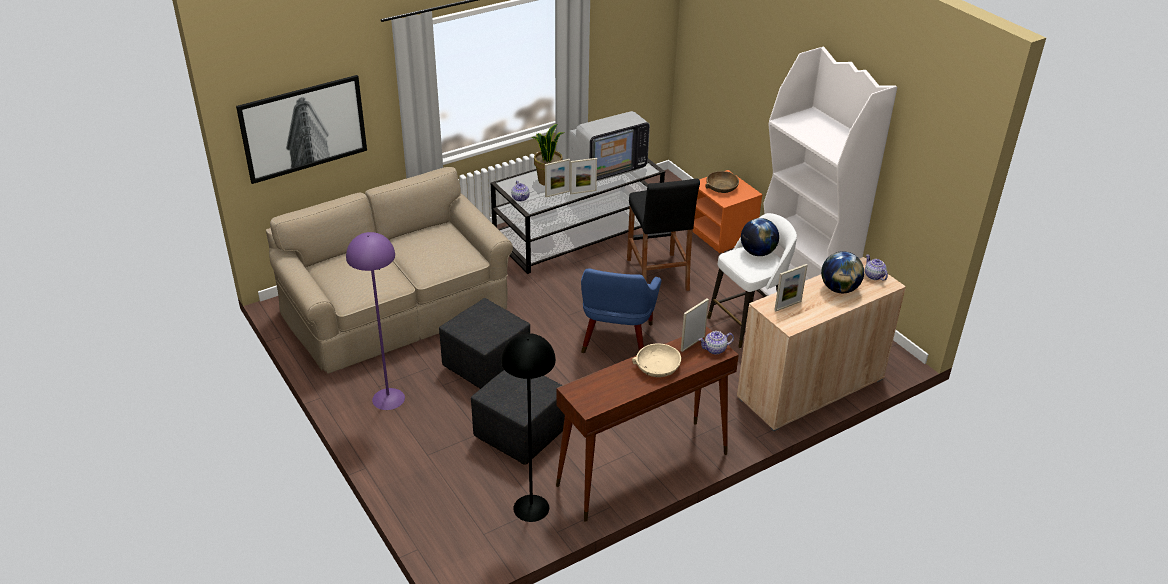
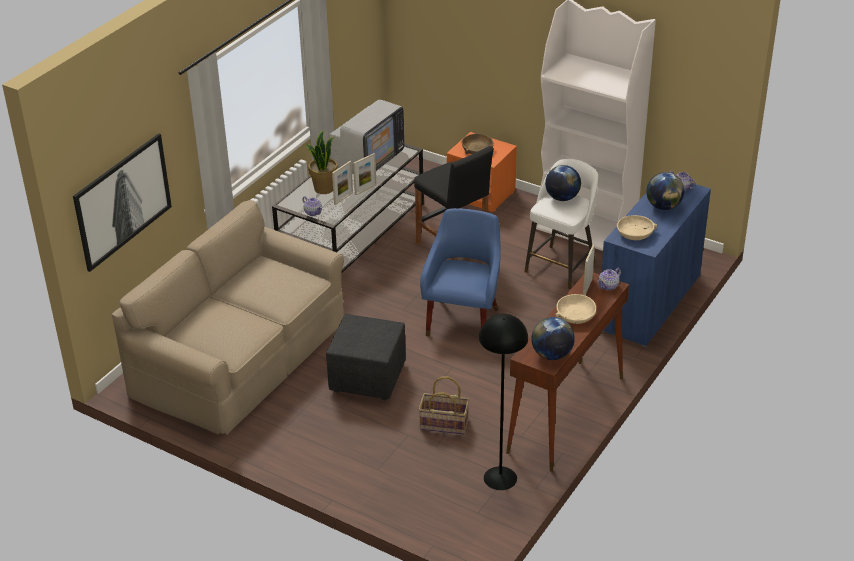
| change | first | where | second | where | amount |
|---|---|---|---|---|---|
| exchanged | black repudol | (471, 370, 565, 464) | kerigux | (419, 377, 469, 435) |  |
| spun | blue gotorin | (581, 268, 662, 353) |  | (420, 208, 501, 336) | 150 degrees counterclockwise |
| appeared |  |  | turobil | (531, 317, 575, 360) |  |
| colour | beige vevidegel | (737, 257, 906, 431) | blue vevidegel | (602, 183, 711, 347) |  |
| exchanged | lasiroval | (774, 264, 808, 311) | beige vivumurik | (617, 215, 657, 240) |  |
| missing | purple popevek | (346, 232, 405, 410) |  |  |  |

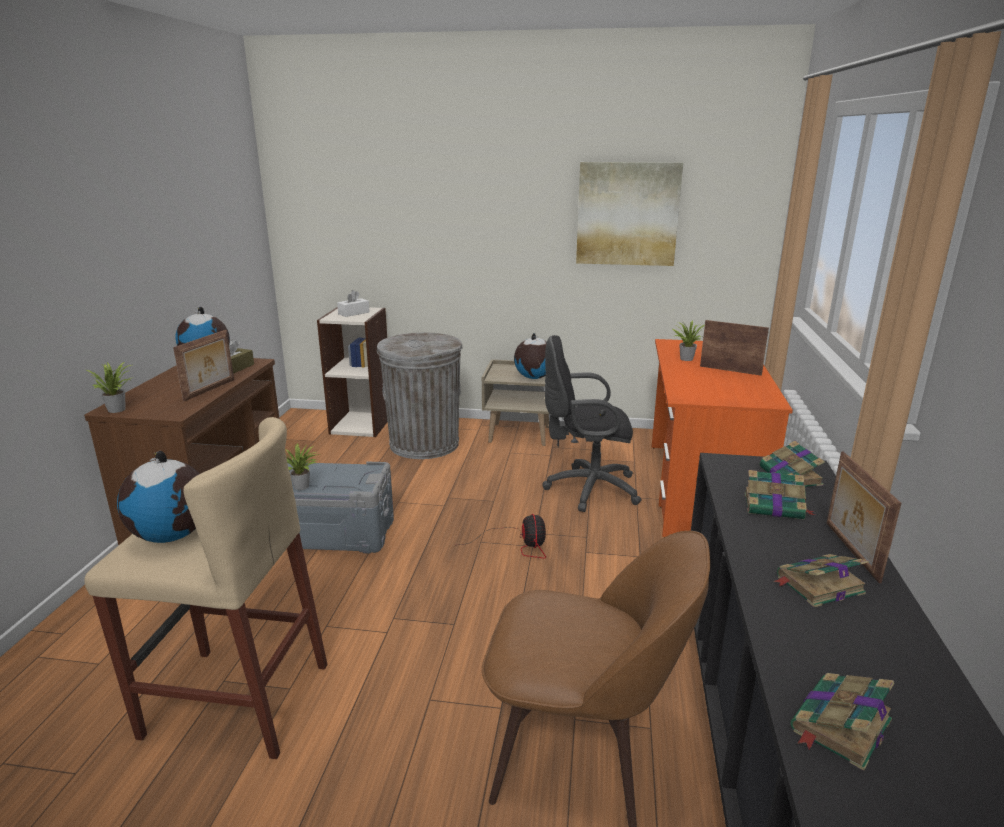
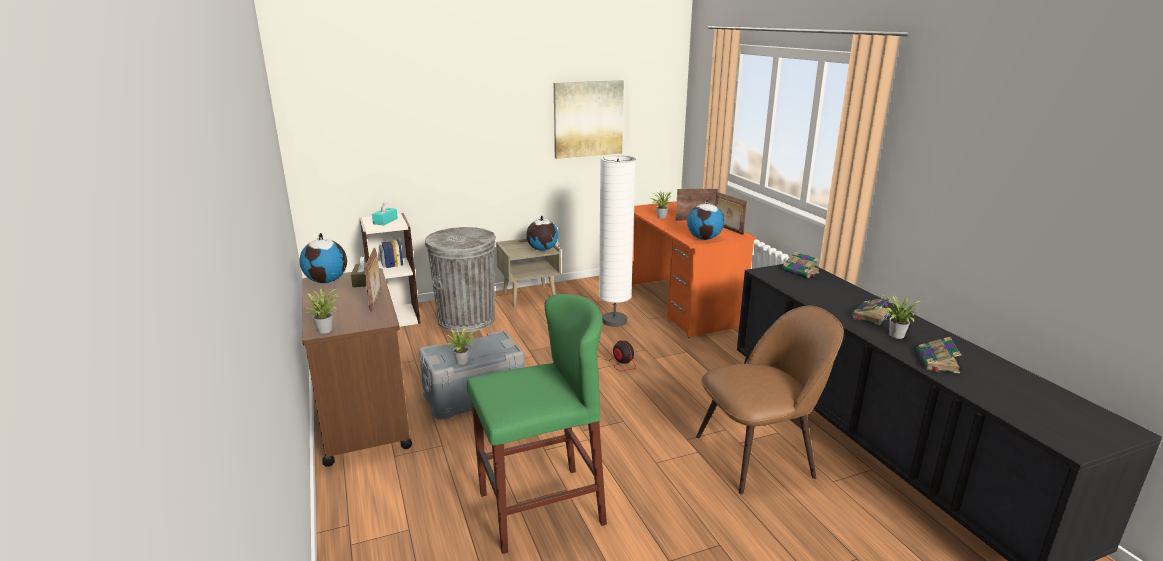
| change | first | where | second | where | amount |
|---|---|---|---|---|---|
| colour | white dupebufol | (337, 290, 370, 317) | turquoise dupebufol | (372, 201, 398, 225) |  |
| colour | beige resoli | (84, 417, 328, 759) | green resoli | (467, 294, 607, 554) |  |
| exchanged | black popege | (543, 335, 642, 512) | white popevek | (599, 155, 636, 327) |  |
| relocated | turobil | (117, 451, 200, 543) |  | (687, 199, 724, 240) |  |
| relocated | lasiroval | (827, 451, 901, 583) |  | (715, 192, 747, 235) |  |
| appeared |  |  | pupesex | (881, 294, 920, 339) |  |
| missing | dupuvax | (744, 470, 815, 520) |  |  |  |

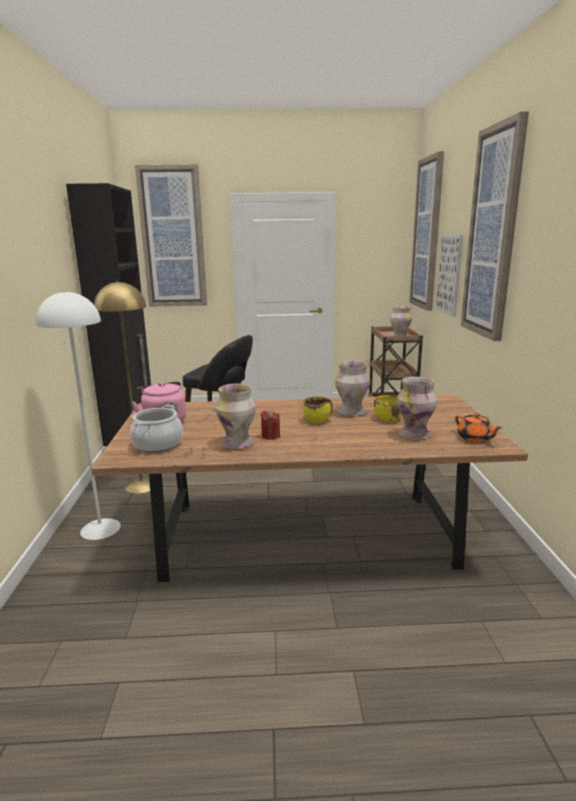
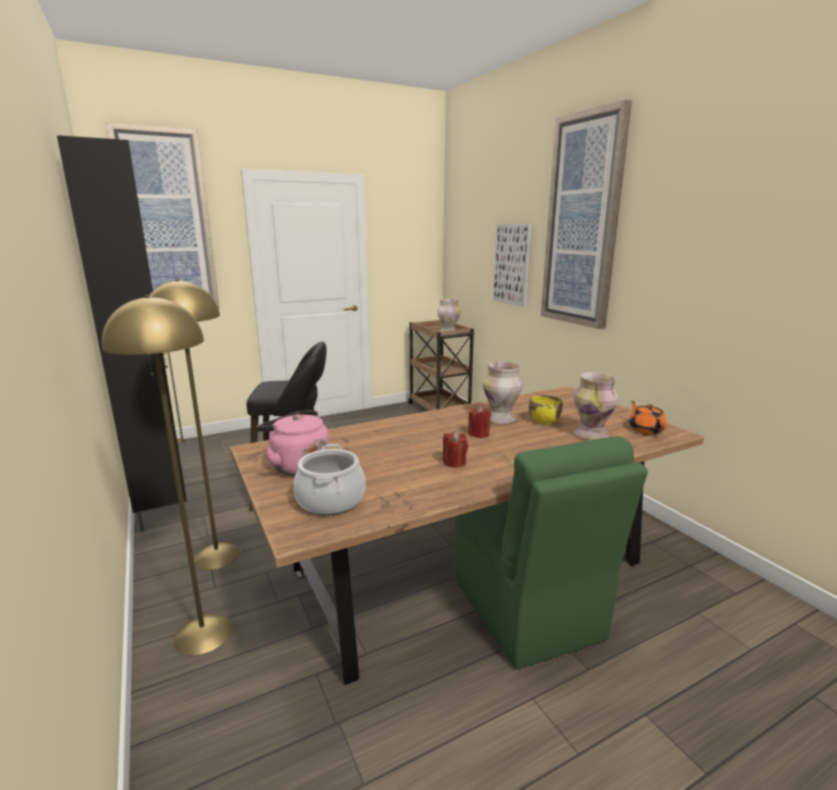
| change | first | where | second | where | amount |
|---|---|---|---|---|---|
| colour | white popevek | (36, 290, 121, 540) | yellow popevek | (102, 295, 232, 656) |  |
| appeared |  |  | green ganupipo | (454, 436, 648, 669) |  |
| exchanged | yellow vivumurik | (302, 397, 333, 423) | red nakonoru | (468, 406, 491, 438) |  |
| spun | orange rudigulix | (455, 413, 502, 443) |  | (629, 401, 667, 434) | 135 degrees counterclockwise |
| missing | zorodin | (215, 384, 256, 449) |  |  |  |
| missing | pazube | (410, 151, 444, 311) |  |  |  |

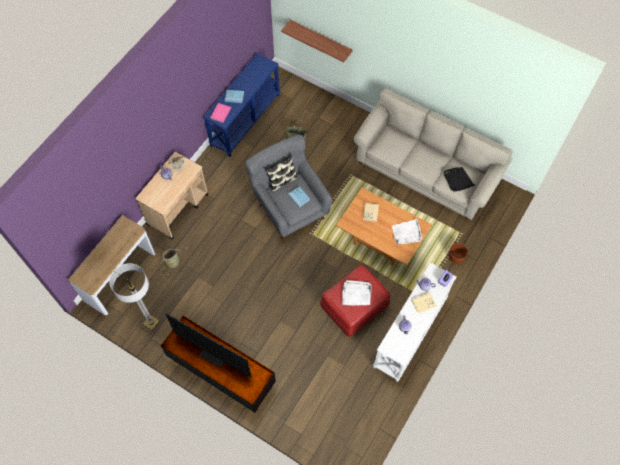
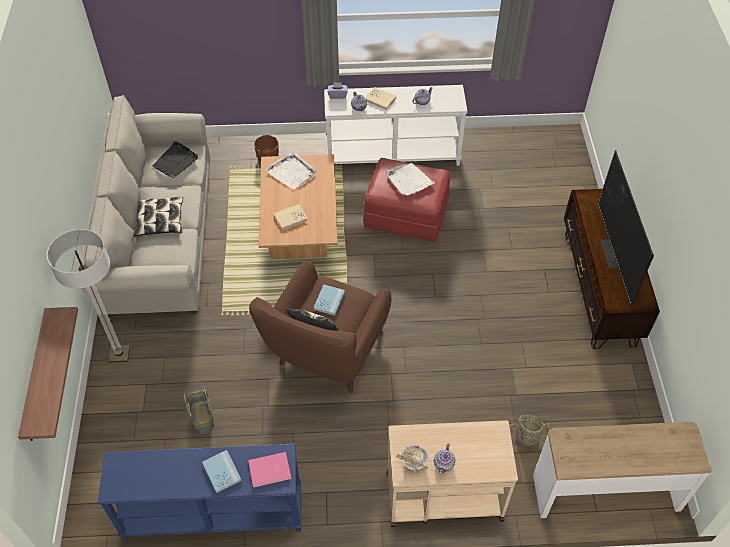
| change | first | where | second | where | amount |
|---|---|---|---|---|---|
| relocated | popevek | (109, 263, 160, 331) |  | (47, 229, 130, 362) |  |
| appeared |  |  | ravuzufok | (133, 196, 183, 237) |  |
| colour | grey gotorin | (245, 134, 332, 241) | brown gotorin | (249, 260, 391, 393) |  |

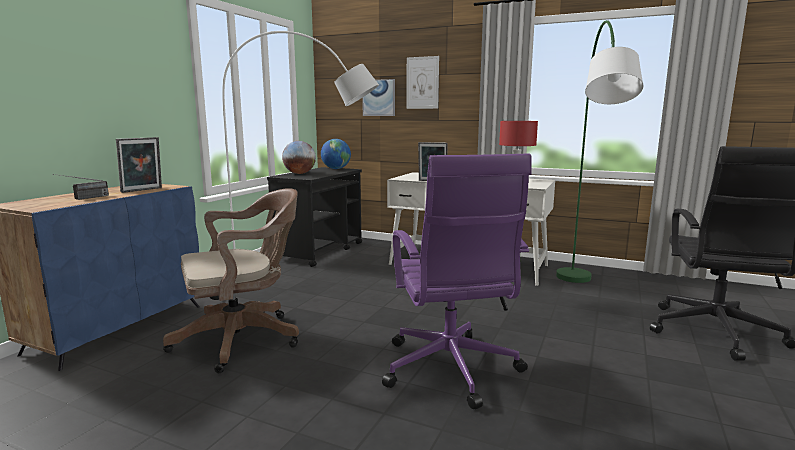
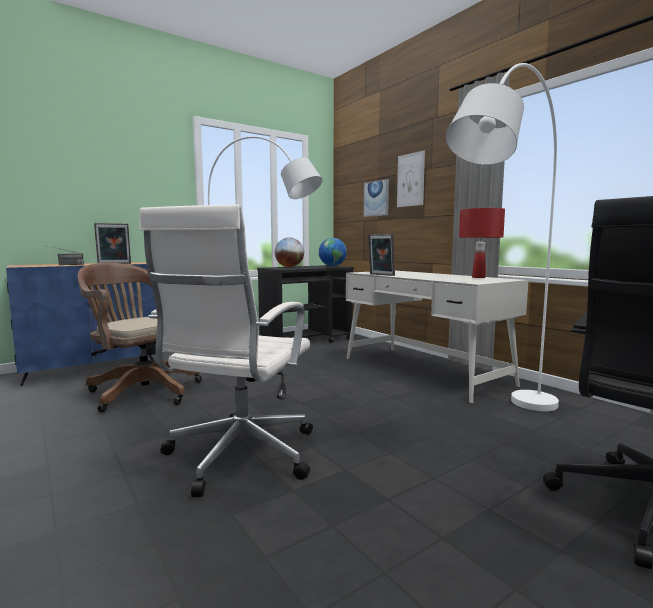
| change | first | where | second | where | amount |
|---|---|---|---|---|---|
| spun | brown popege | (163, 188, 299, 373) |  | (77, 263, 202, 413) | 150 degrees counterclockwise |
| colour | purple popege | (382, 154, 532, 409) | white popege | (139, 204, 313, 497) |  |
| colour | green popevek | (556, 20, 643, 283) | white popevek | (446, 63, 559, 411) |  |

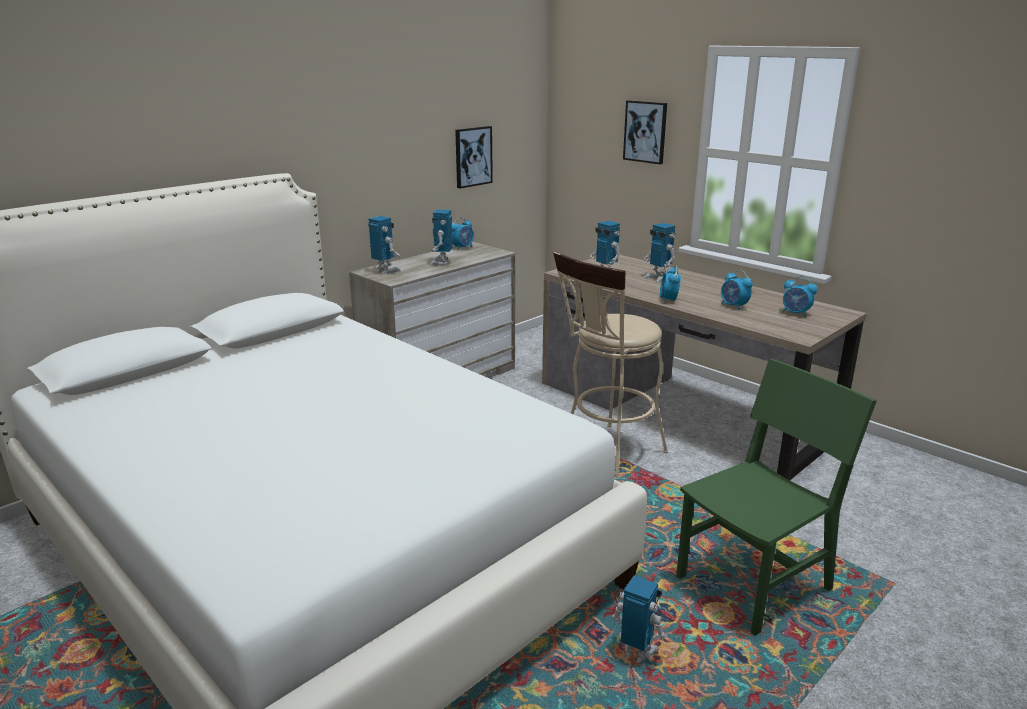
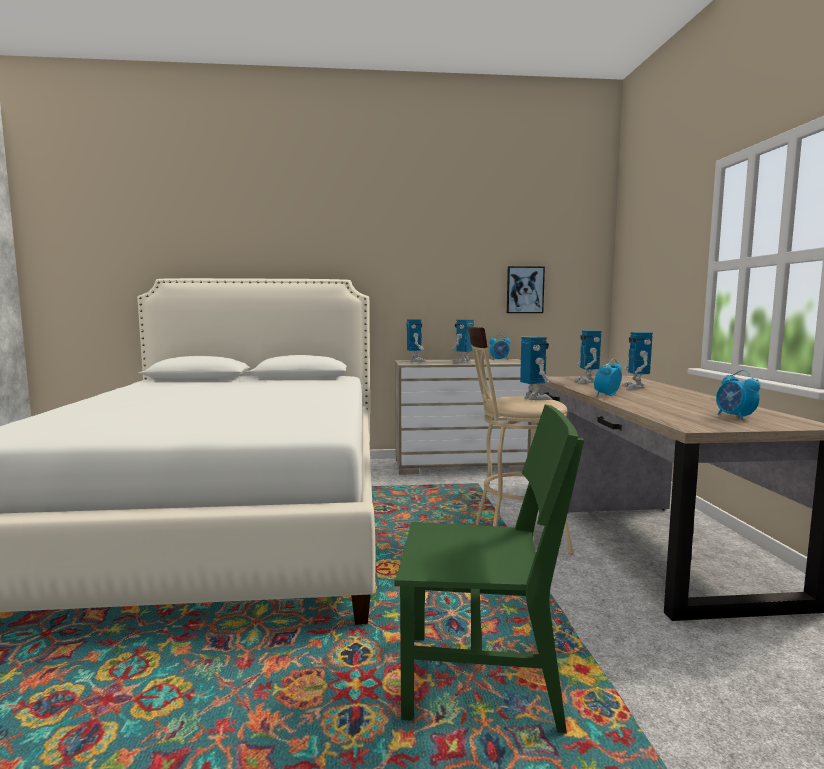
| change | first | where | second | where | amount |
|---|---|---|---|---|---|
| relocated | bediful | (612, 575, 667, 663) |  | (520, 337, 552, 400) |  |
| missing | pazube | (623, 100, 667, 164) |  |  |  |
| missing | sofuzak | (721, 270, 753, 310) |  |  |  |

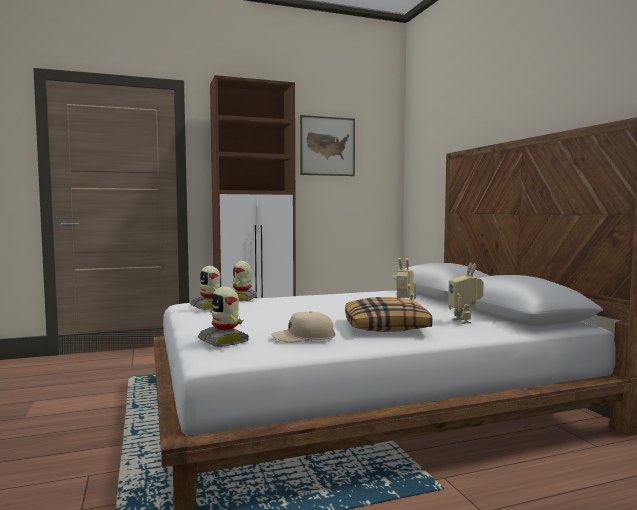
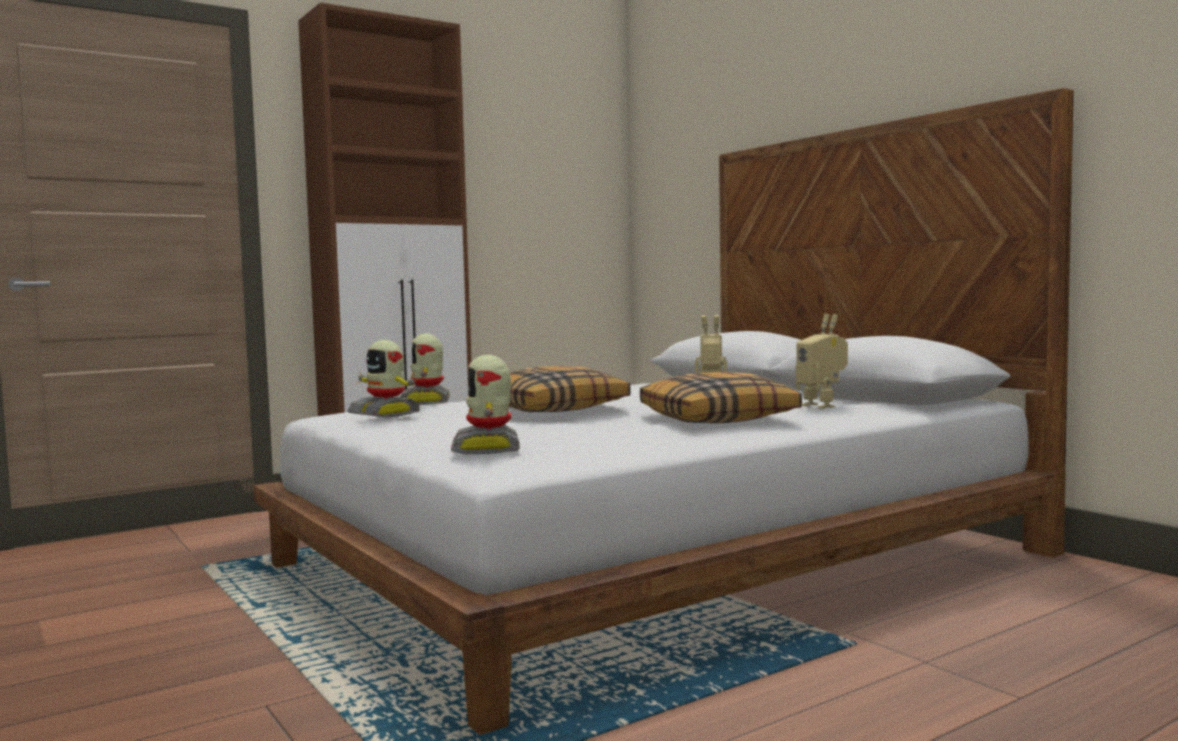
| change | first | where | second | where | amount |
|---|---|---|---|---|---|
| spun | bediful | (198, 286, 249, 347) |  | (451, 355, 520, 454) | 45 degrees clockwise |
| appeared |  |  | ravuzufok | (509, 366, 631, 412) |  |
| missing | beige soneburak | (271, 311, 335, 343) |  |  |  |
| missing | pazube | (300, 115, 355, 176) |  |  |  |

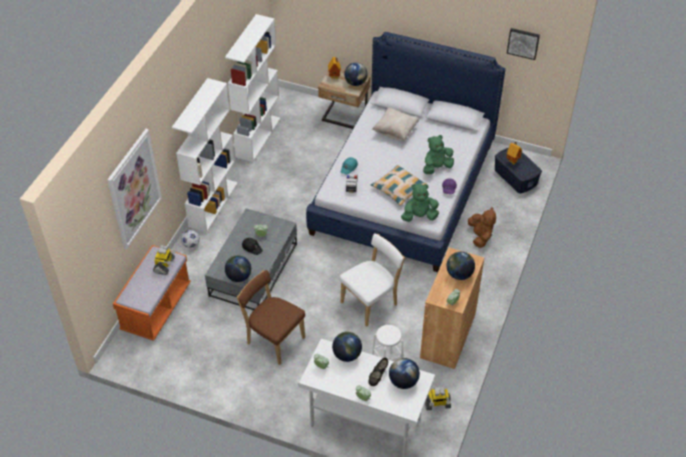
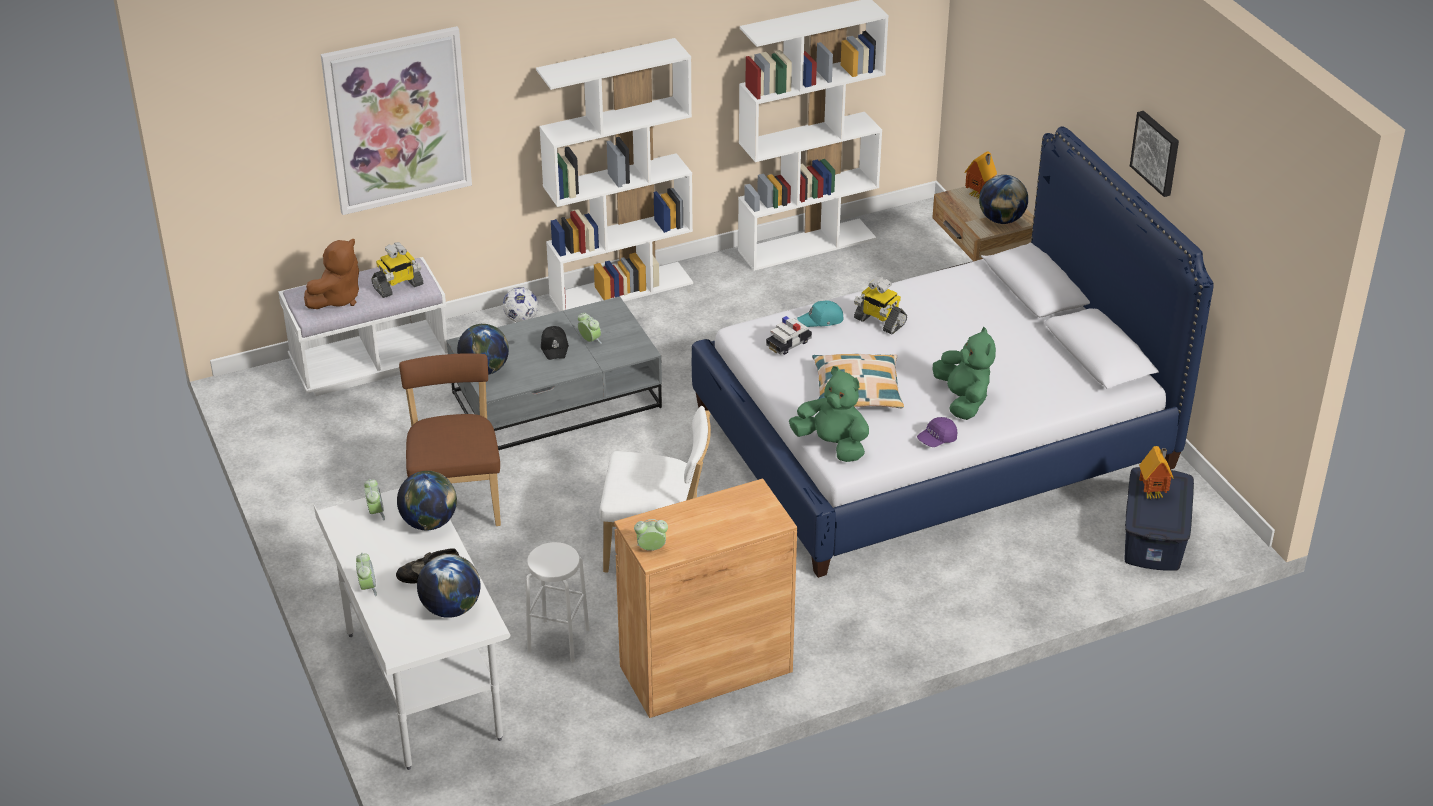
| change | first | where | second | where | amount |
|---|---|---|---|---|---|
| colour | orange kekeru | (113, 245, 191, 341) | white kekeru | (278, 257, 448, 396) |  |
| relocated | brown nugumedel | (468, 207, 496, 248) |  | (304, 239, 359, 309) |  |
| relocated | bediful | (425, 386, 451, 410) |  | (854, 277, 907, 334) |  |
| spun | green nugumedel | (423, 135, 454, 174) |  | (933, 327, 996, 420) | 60 degrees clockwise |
| relocated | pazube | (507, 28, 540, 60) |  | (1130, 111, 1179, 197) |  |
| missing | beige ravuzufok | (372, 107, 420, 141) |  |  |  |
| missing | turobil | (447, 252, 475, 280) |  |  |  |

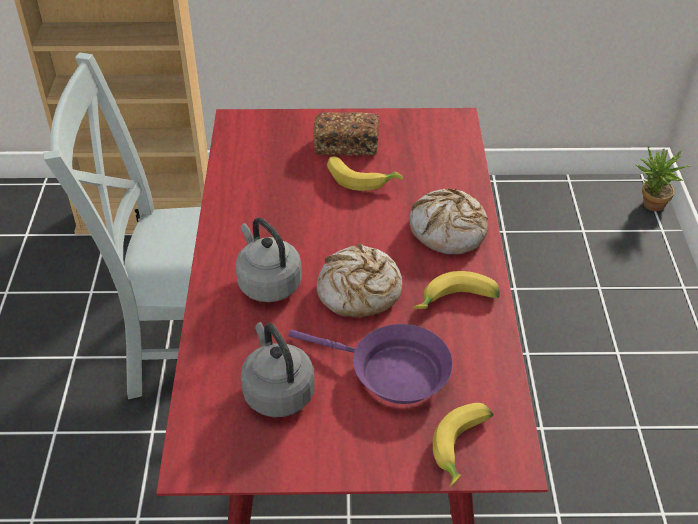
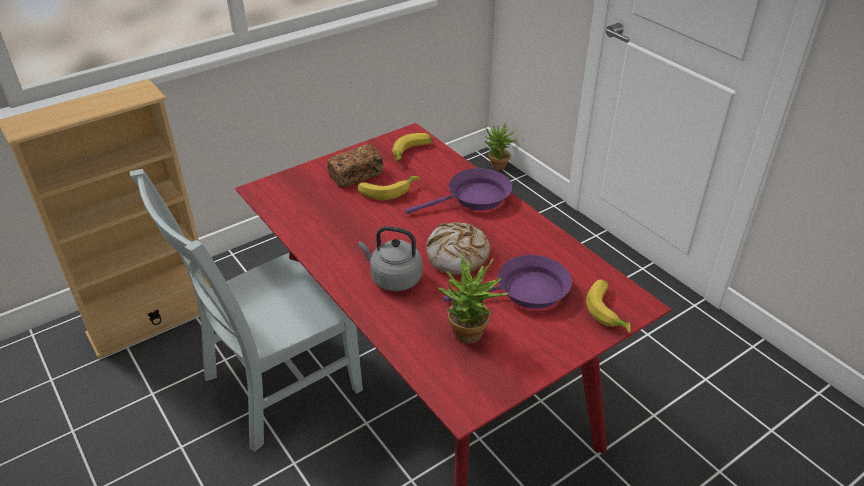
| change | first | where | second | where | amount |
|---|---|---|---|---|---|
| relocated | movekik | (413, 271, 500, 309) |  | (392, 133, 433, 161) |  |
| exchanged | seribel | (409, 189, 488, 254) | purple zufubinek | (405, 168, 512, 214) |  |
| exchanged | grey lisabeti | (241, 322, 315, 417) | pupesex | (438, 254, 509, 344) |  |

